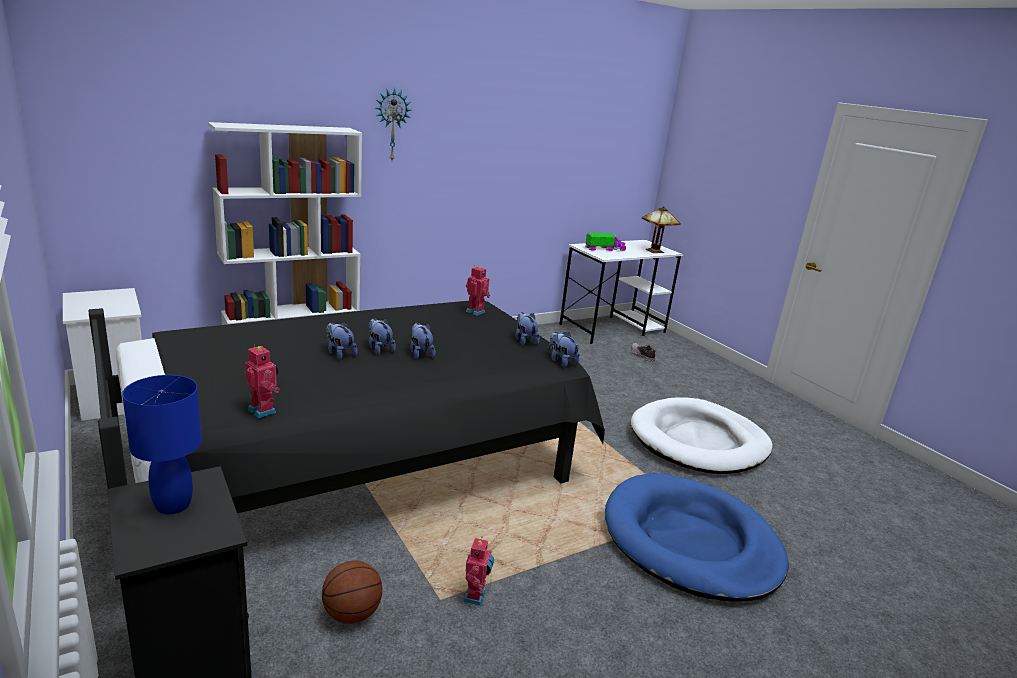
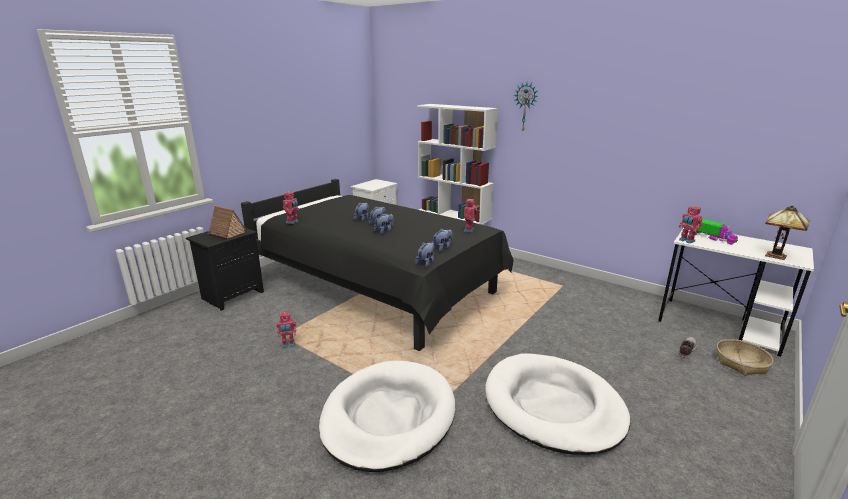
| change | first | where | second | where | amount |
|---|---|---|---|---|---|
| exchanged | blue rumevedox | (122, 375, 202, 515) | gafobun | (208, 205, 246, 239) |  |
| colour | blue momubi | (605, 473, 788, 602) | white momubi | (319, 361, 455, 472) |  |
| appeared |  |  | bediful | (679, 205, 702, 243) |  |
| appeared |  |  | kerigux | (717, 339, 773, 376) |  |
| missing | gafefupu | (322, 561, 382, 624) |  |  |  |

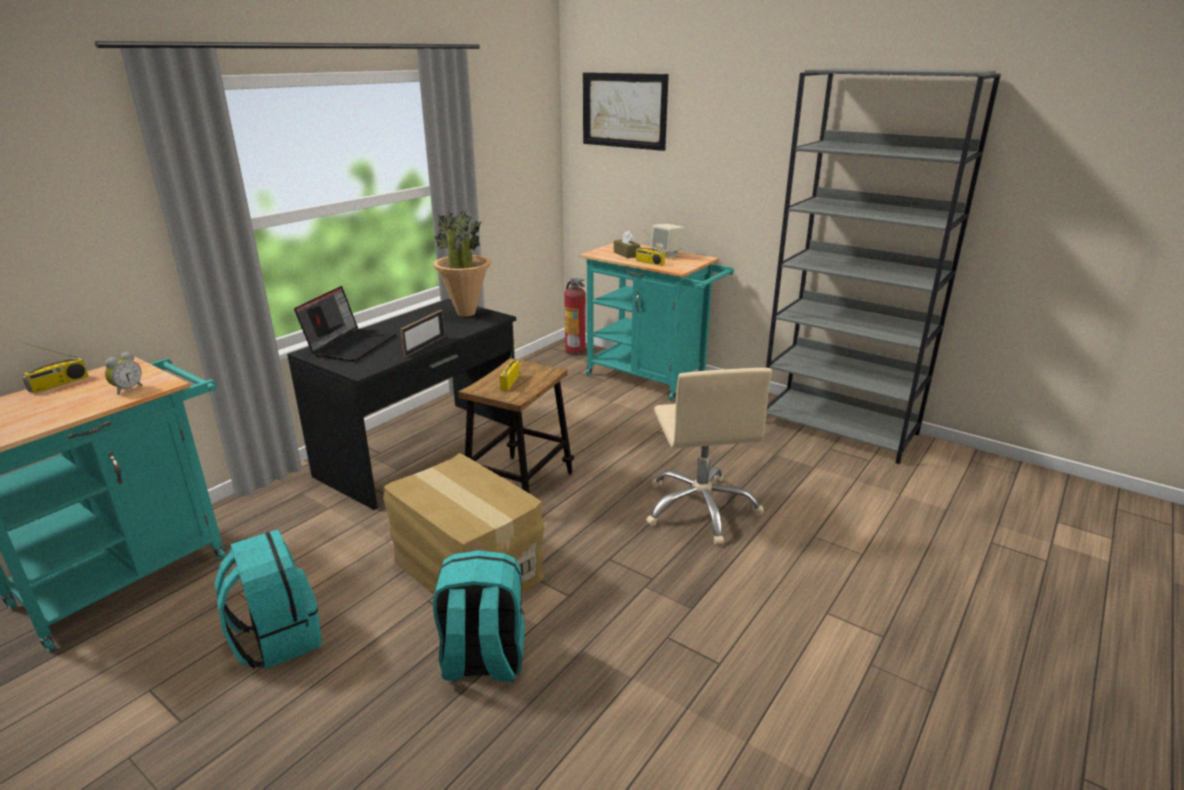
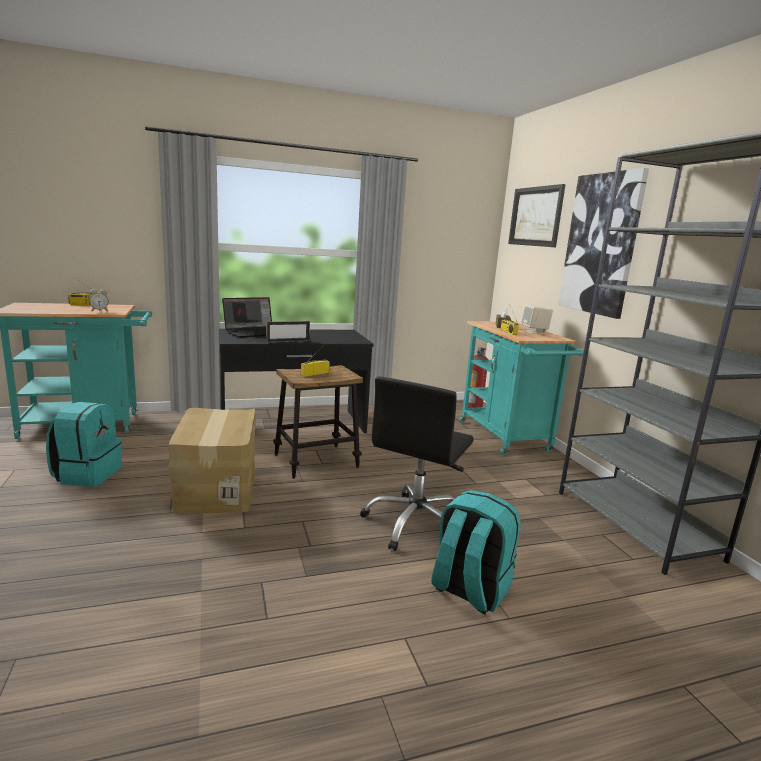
| change | first | where | second | where | amount |
|---|---|---|---|---|---|
| colour | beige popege | (646, 368, 772, 545) | black popege | (360, 376, 474, 551) |  |
| relocated | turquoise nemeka | (433, 550, 525, 682) |  | (431, 490, 521, 614) |  |
| appeared |  |  | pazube | (558, 168, 649, 319) |  |
| missing | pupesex | (433, 209, 491, 317) |  |  |  |

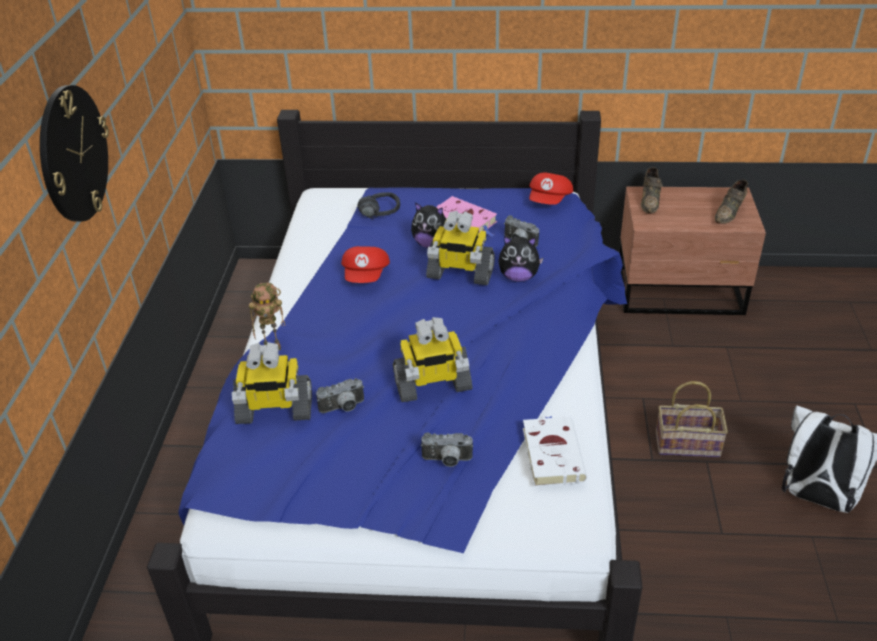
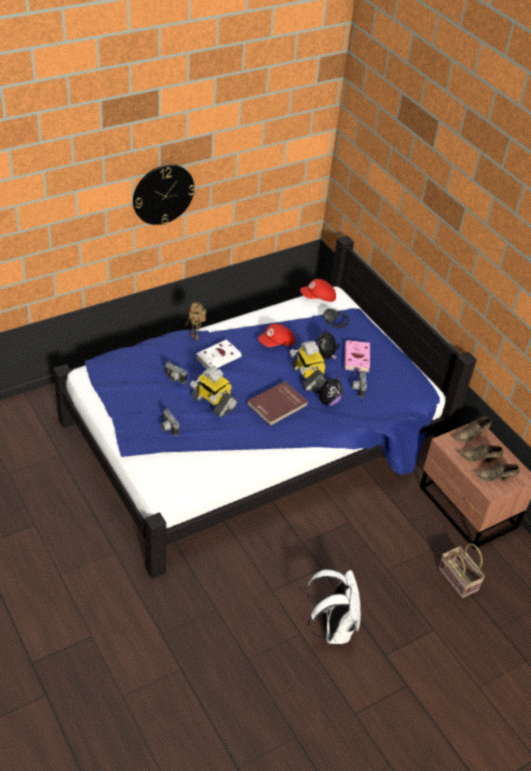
| change | first | where | second | where | amount |
|---|---|---|---|---|---|
| relocated | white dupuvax | (523, 416, 587, 486) |  | (196, 339, 241, 369) |  |
| appeared |  |  | red dupuvax | (247, 381, 308, 426) |  |
| relocated | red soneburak | (529, 172, 573, 205) |  | (300, 279, 336, 302) |  |
| spun | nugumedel | (498, 236, 544, 282) |  | (313, 375, 343, 406) | 105 degrees counterclockwise |
| relocated | kerigux | (656, 381, 728, 457) |  | (438, 543, 485, 598) |  |
| appeared |  |  | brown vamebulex | (459, 444, 503, 462) |  |
| missing | bediful | (232, 342, 312, 424) |  |  |  |

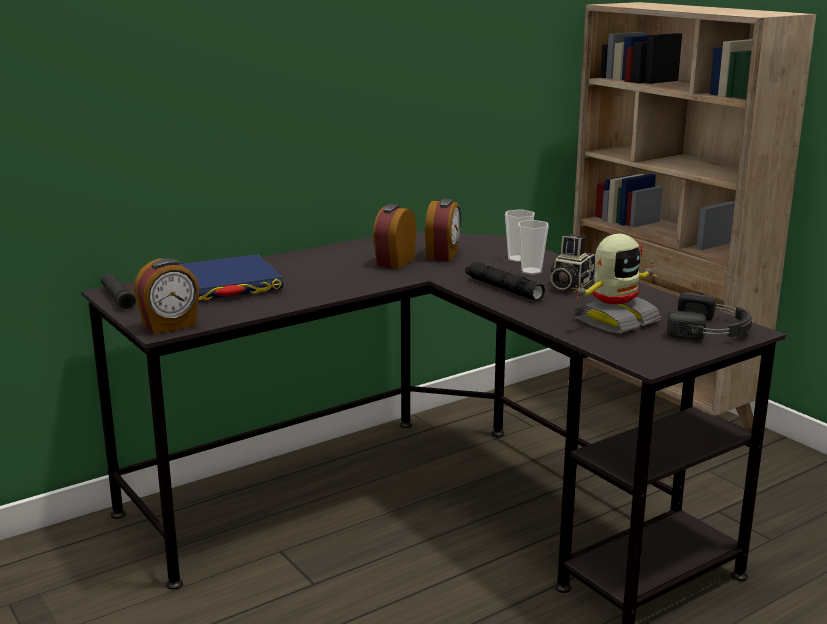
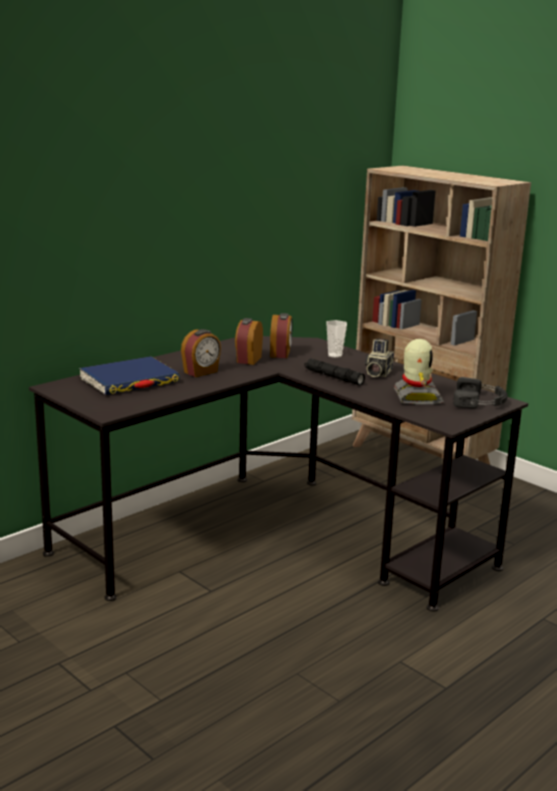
| change | first | where | second | where | amount |
|---|---|---|---|---|---|
| relocated | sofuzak | (134, 258, 200, 334) |  | (181, 329, 221, 377) |  |
| spun | bediful | (572, 233, 661, 334) |  | (394, 339, 444, 405) | 45 degrees counterclockwise |
| missing | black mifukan | (101, 273, 136, 311) |  |  |  |
| missing | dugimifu | (518, 220, 549, 275) |  |  |  |

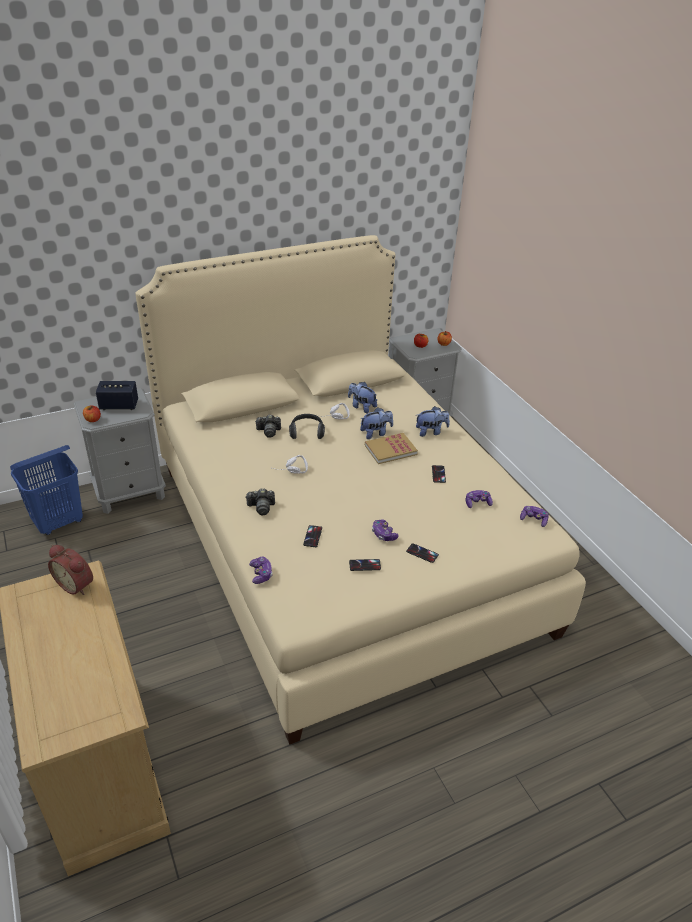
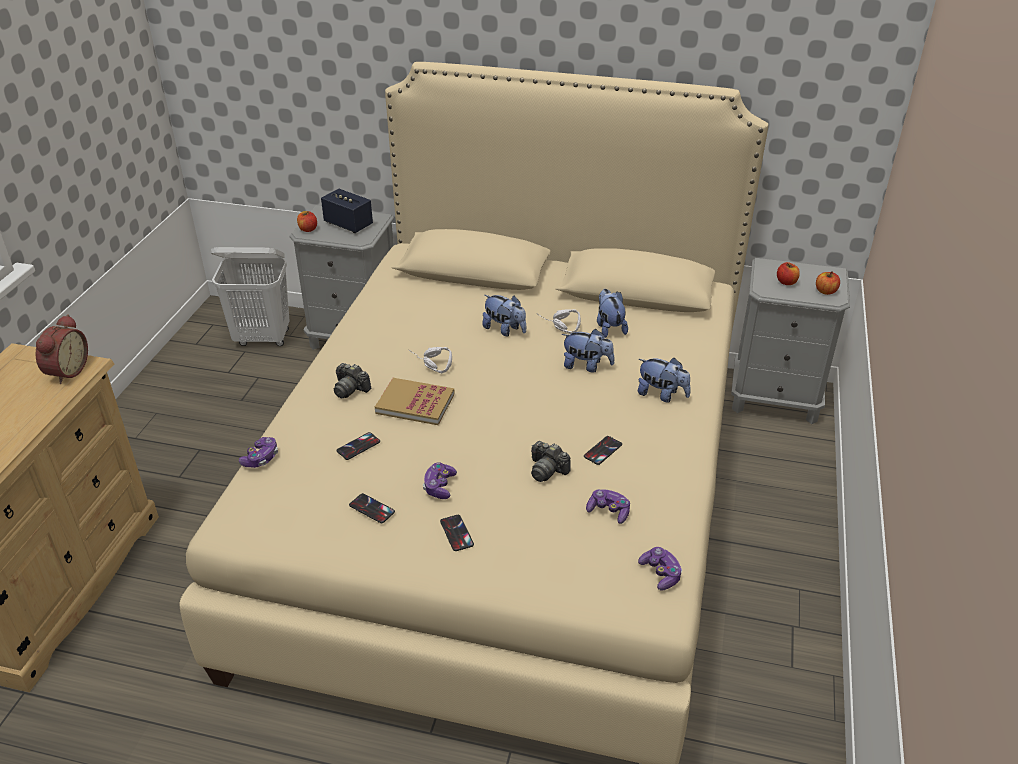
| change | first | where | second | where | amount |
|---|---|---|---|---|---|
| spun | sofuzak | (48, 545, 93, 595) |  | (36, 314, 88, 384) | 150 degrees counterclockwise |
| colour | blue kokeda | (10, 445, 83, 535) | white kokeda | (211, 247, 289, 346) |  |
| relocated | dupuvax | (365, 433, 418, 464) |  | (375, 378, 455, 425) |  |
| exchanged | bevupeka | (289, 414, 325, 439) | nugumedel | (482, 295, 526, 337) |  |
| relocated | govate | (255, 414, 281, 438) |  | (531, 441, 571, 482) |  |

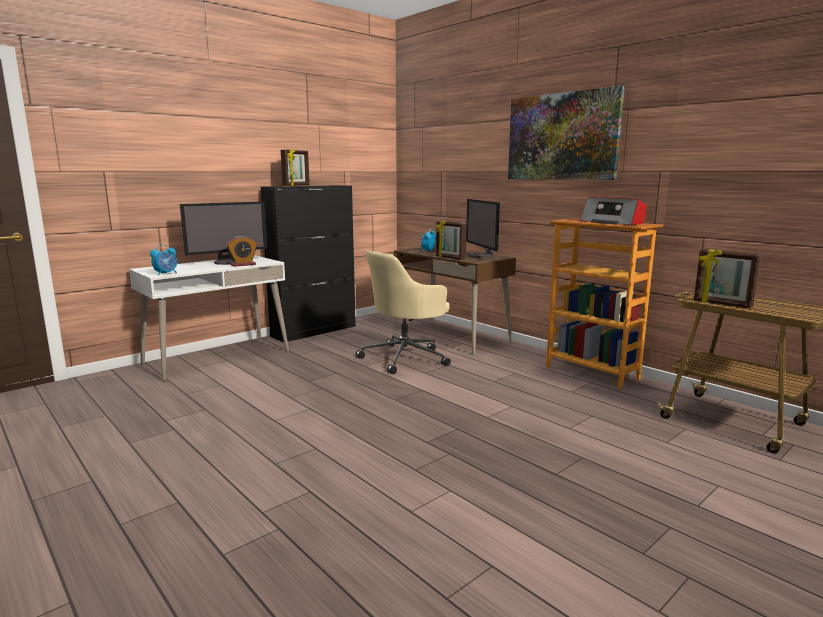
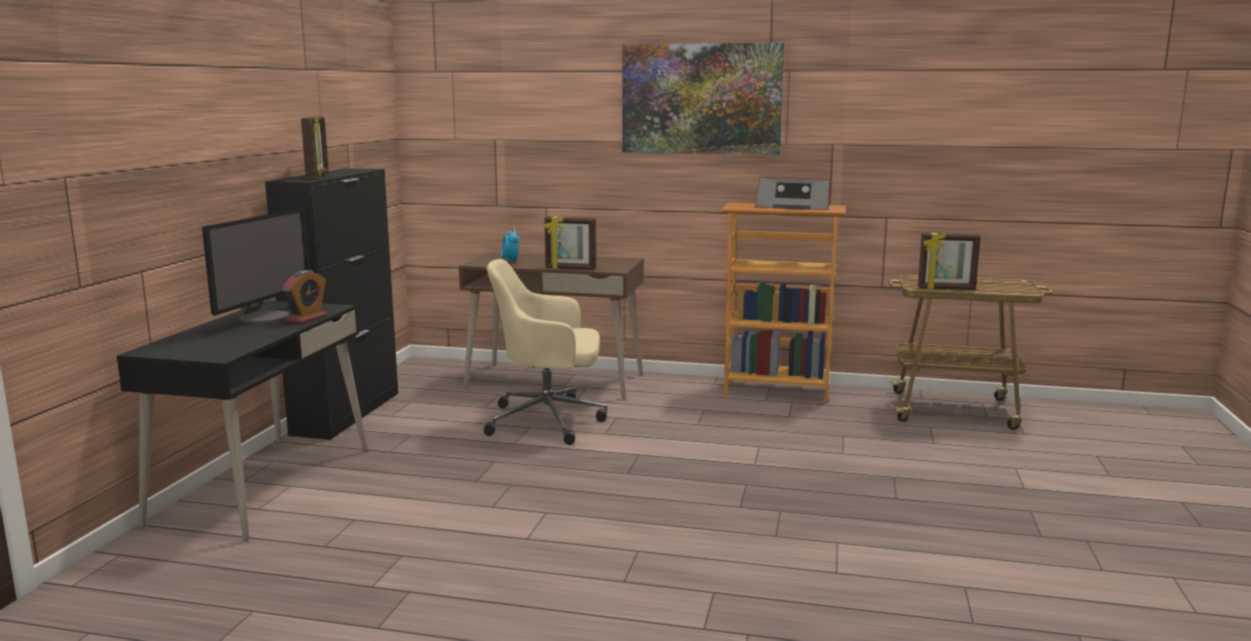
| change | first | where | second | where | amount |
|---|---|---|---|---|---|
| colour | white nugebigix | (129, 256, 289, 382) | black nugebigix | (117, 300, 368, 541) |  |
| spun | beige popege | (356, 250, 451, 374) |  | (484, 259, 607, 445) | 75 degrees clockwise |
| missing | sofuzak | (150, 244, 177, 276) |  |  |  |
| missing | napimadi | (466, 199, 500, 258) |  |  |  |

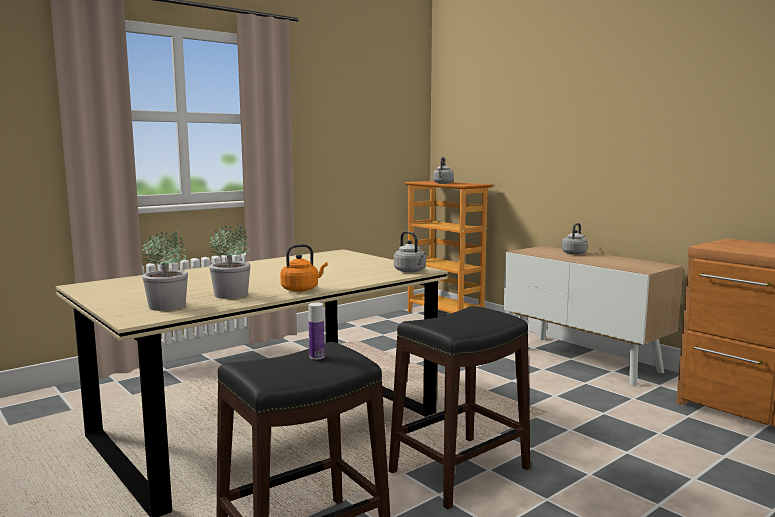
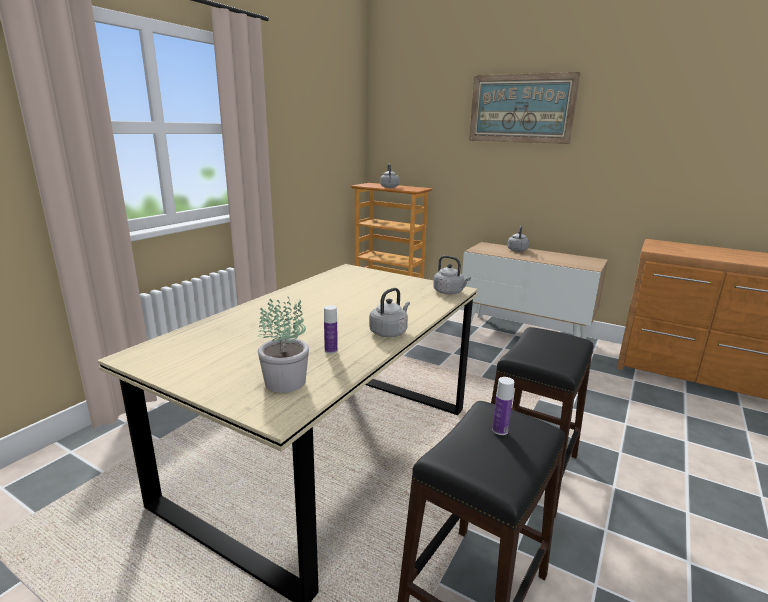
| change | first | where | second | where | amount |
|---|---|---|---|---|---|
| exchanged | pupesex | (209, 224, 251, 299) | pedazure | (324, 305, 338, 354) |  |
| colour | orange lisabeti | (280, 244, 328, 292) | grey lisabeti | (369, 288, 410, 337) |  |
| appeared |  |  | pazube | (469, 72, 581, 144) |  |

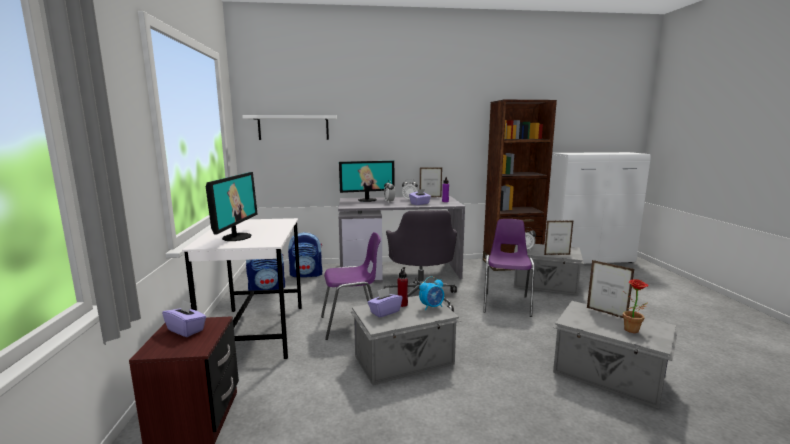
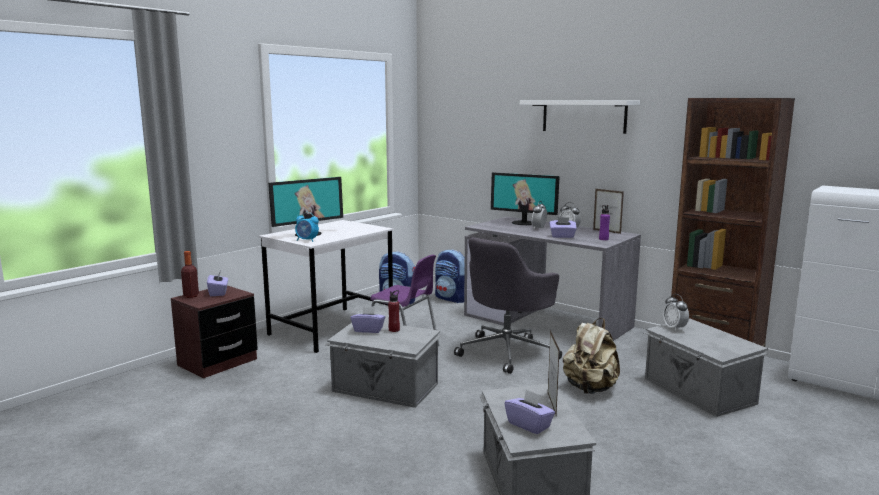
| change | first | where | second | where | amount |
|---|---|---|---|---|---|
| appeared |  |  | pedazure | (181, 251, 199, 298) |  |
| relocated | sofuzak | (419, 276, 444, 311) |  | (295, 212, 319, 242) |  |
| exchanged | pupesex | (623, 279, 649, 333) | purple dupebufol | (504, 389, 555, 434) |  |
| relocated | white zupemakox | (242, 115, 337, 140) |  | (520, 101, 640, 134) |  |
| exchanged | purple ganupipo | (483, 219, 535, 317) | beige nemeka | (563, 318, 620, 394) |  |
| missing | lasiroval | (544, 221, 573, 255) |  |  |  |

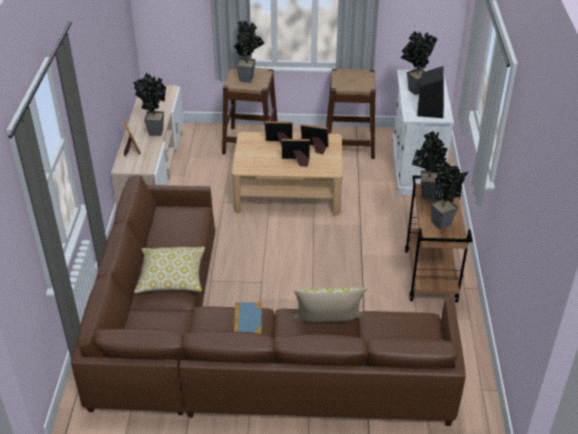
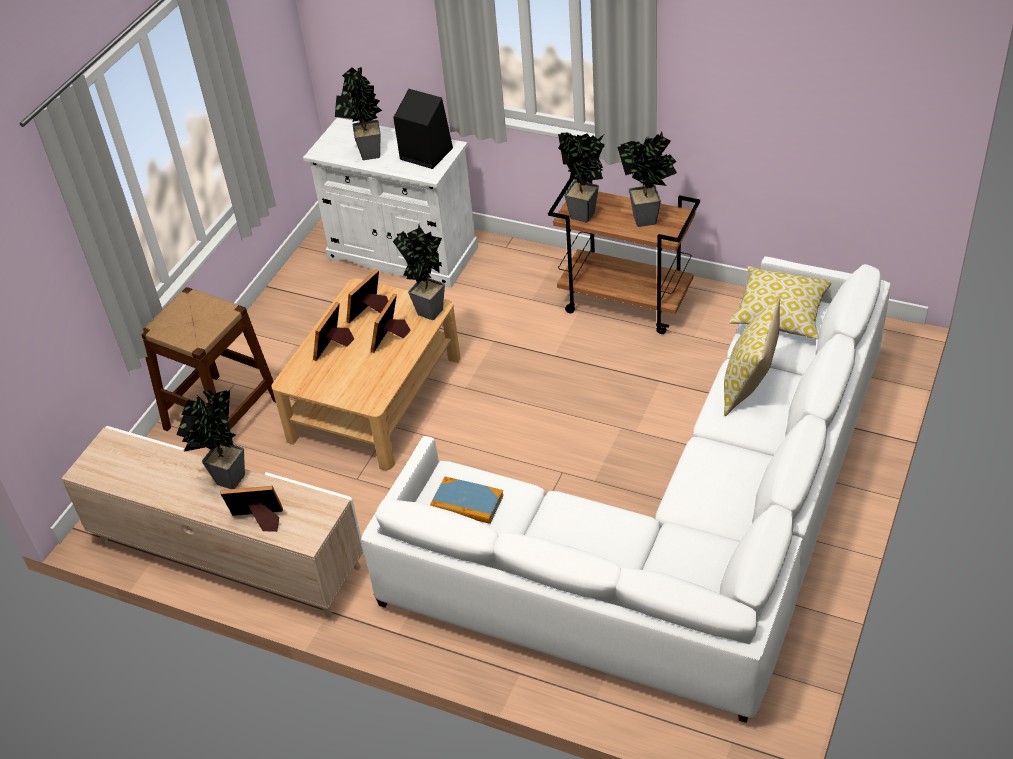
| change | first | where | second | where | amount |
|---|---|---|---|---|---|
| colour | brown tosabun | (71, 175, 466, 426) | white tosabun | (361, 256, 890, 723) |  |
| relocated | pupesex | (234, 21, 265, 83) |  | (393, 225, 445, 320) |  |
| relocated | dupuvax | (234, 302, 262, 334) |  | (430, 477, 504, 524) |  |
| relocated | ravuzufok | (134, 247, 205, 293) |  | (729, 266, 831, 339) |  |
| missing | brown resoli | (326, 69, 376, 159) |  |  |  |

